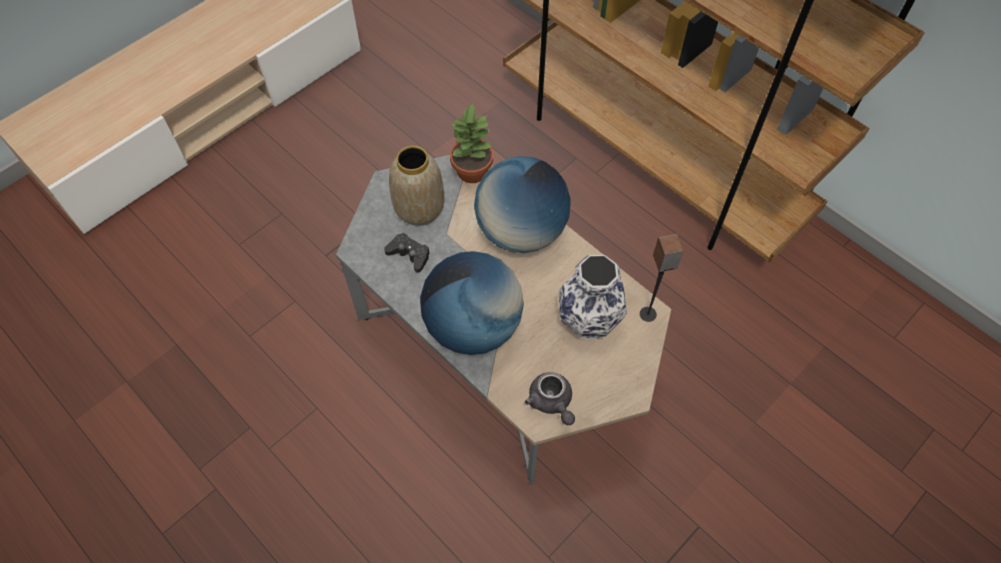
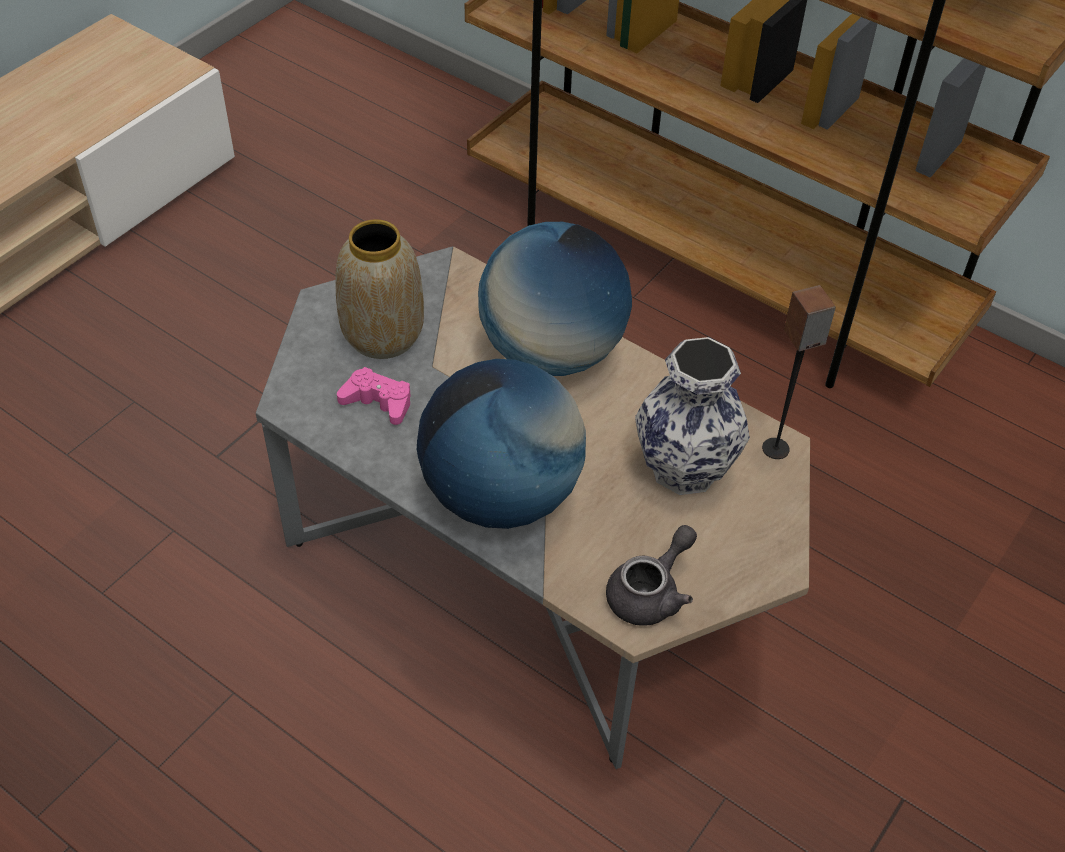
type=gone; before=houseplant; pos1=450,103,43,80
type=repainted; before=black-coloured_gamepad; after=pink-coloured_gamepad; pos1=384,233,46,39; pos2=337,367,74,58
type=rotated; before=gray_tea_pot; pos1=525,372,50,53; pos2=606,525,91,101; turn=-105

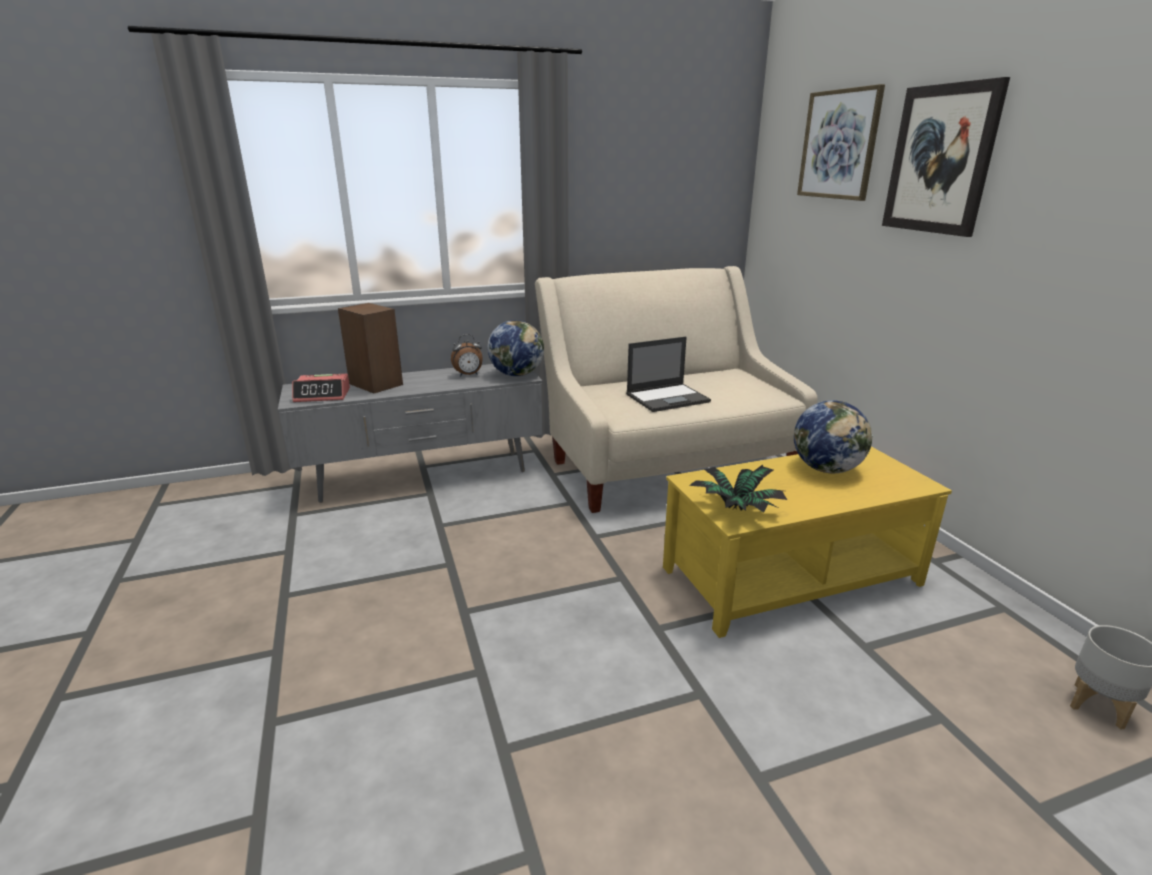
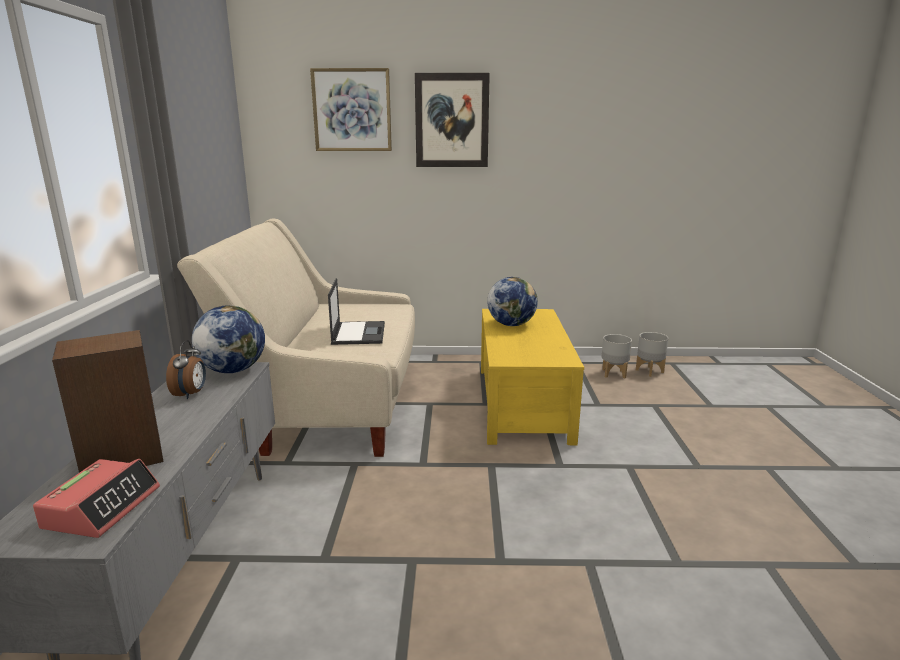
type=gone; before=houseplant; pos1=689,465,98,47
type=new; after=gray_plant_pot; pos2=602,334,30,44

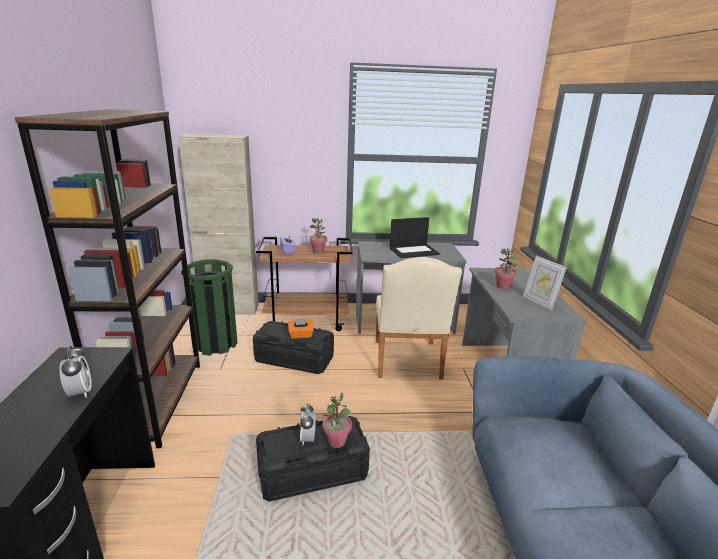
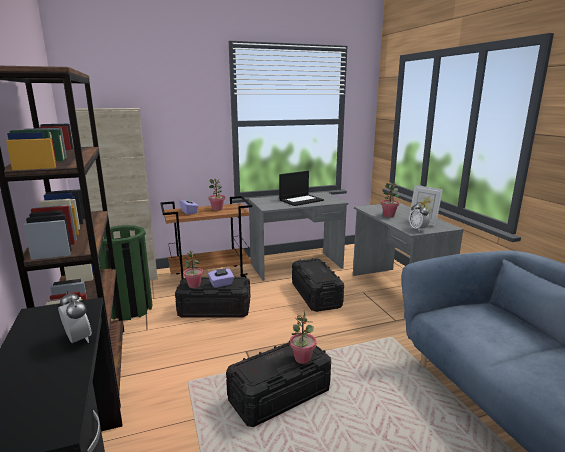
type=swapped; before=beige-coloured_plain_chair; after=black-coloured_storage_bin; pos1=376,257,86,123; pos2=292,258,52,54
type=repainted; before=orange_tissue_holder; after=purple-coloured_tissue_holder; pos1=288,319,26,20; pos2=208,268,26,20
type=shifted; before=alarm_clock; pos1=300,403,16,42; pos2=409,202,21,29
type=new; after=houseplant; pos2=183,250,20,38

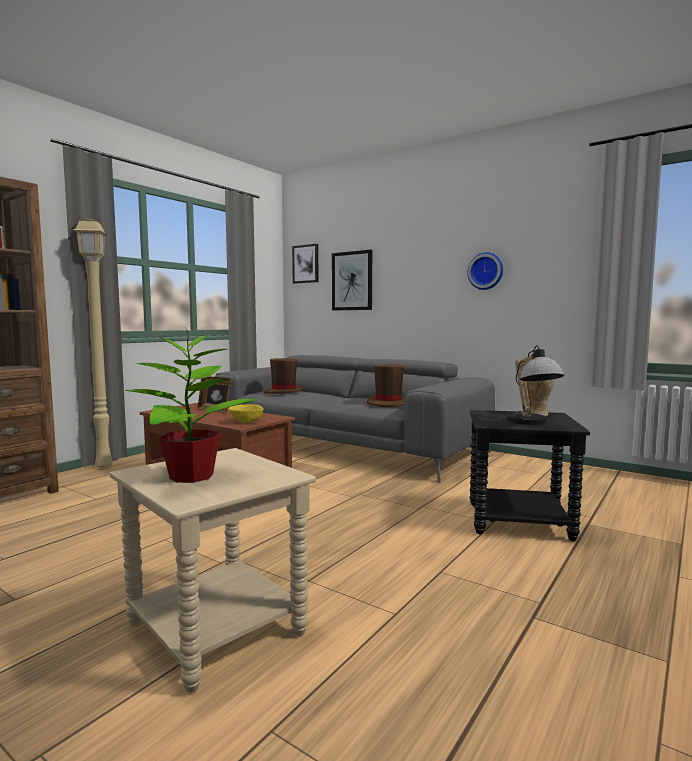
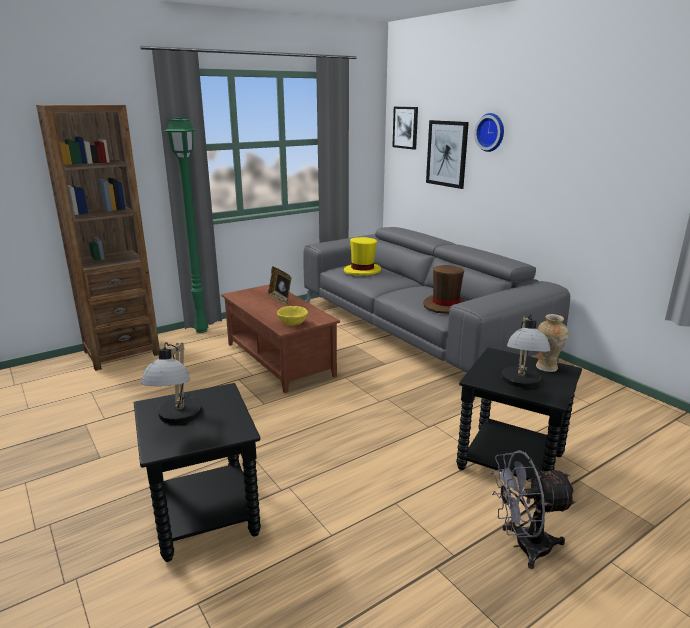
type=repainted; before=beige-coloured_floor_lamp; after=greenish_floor_lamp; pos1=73,219,40,251; pos2=165,118,43,215
type=shifted; before=clock_on_the_wall; pos1=467,252,36,38; pos2=474,113,30,39
type=swapped; before=houseplant; after=table_lamp; pos1=125,328,133,155; pos2=141,342,61,82
type=repainted; before=brown-coloured_hat; after=yellowish_hat; pos1=264,358,39,36; pos2=344,237,37,38
type=repainted; before=beige-coloured_accent_table; after=black-coloured_accent_table; pos1=110,448,206,245; pos2=134,383,127,179
type=new; after=gray_electric_fan; pos2=491,450,85,119

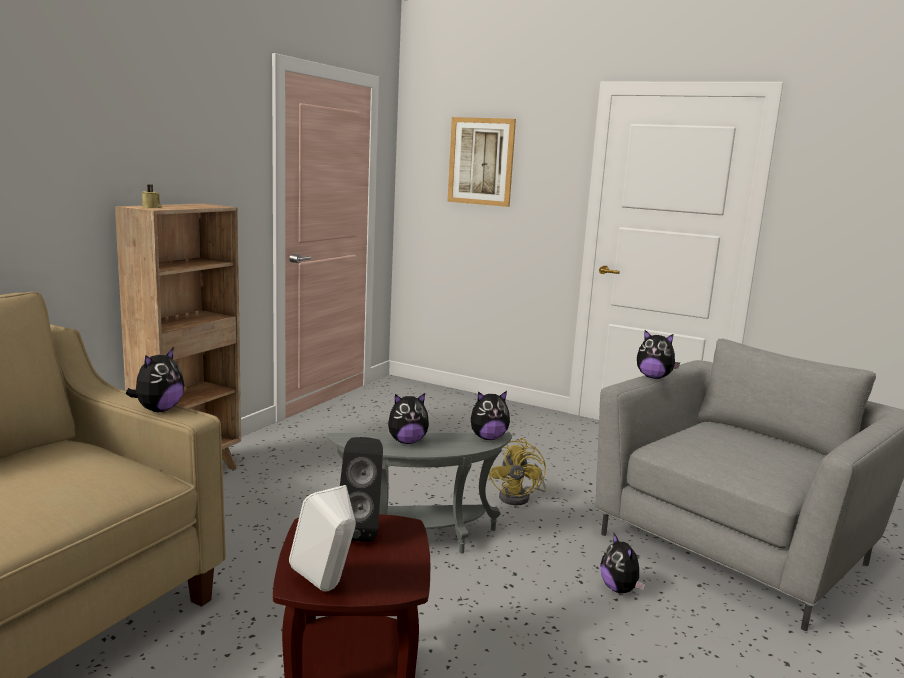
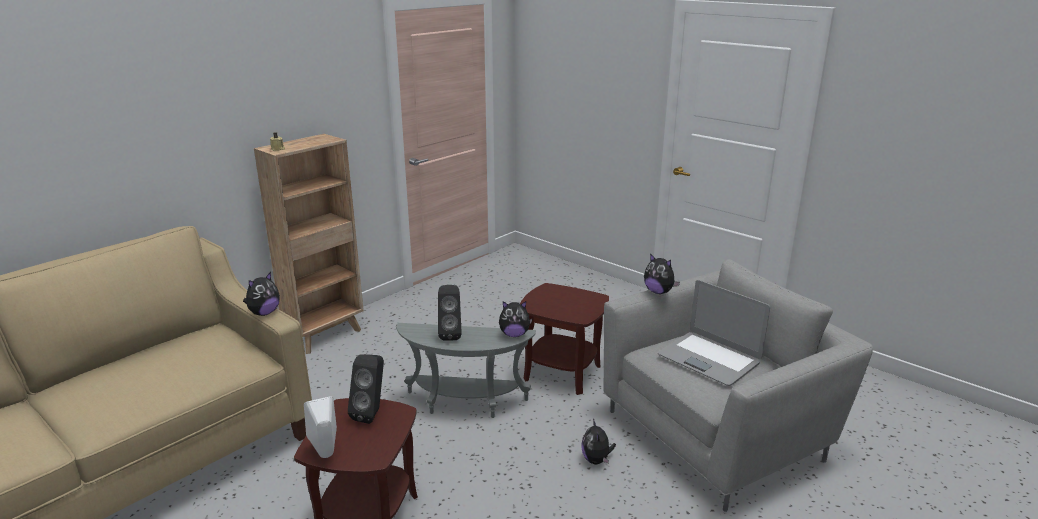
type=gone; before=picture; pos1=447,117,69,90
type=swapped; before=soft_toy; after=black-coloured_speaker; pos1=388,393,41,51; pos2=438,285,24,56
type=swapped; before=yellowish_electric_fan; after=brown-coloured_accent_table; pos1=489,438,57,67; pos2=520,283,89,112
type=new; after=notebook_computer; pos2=658,280,112,106

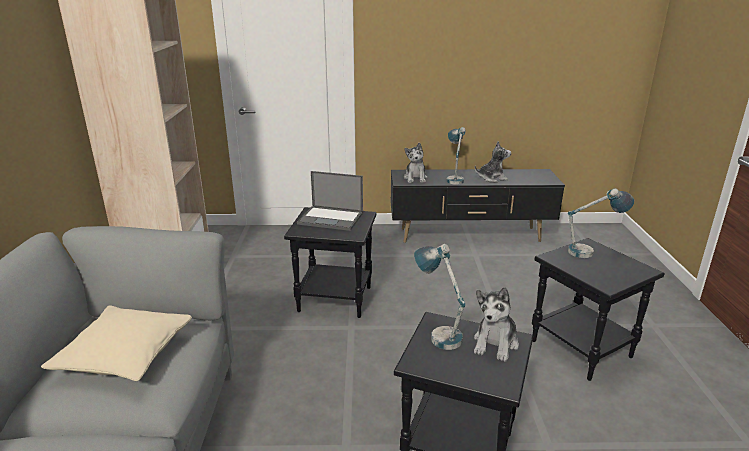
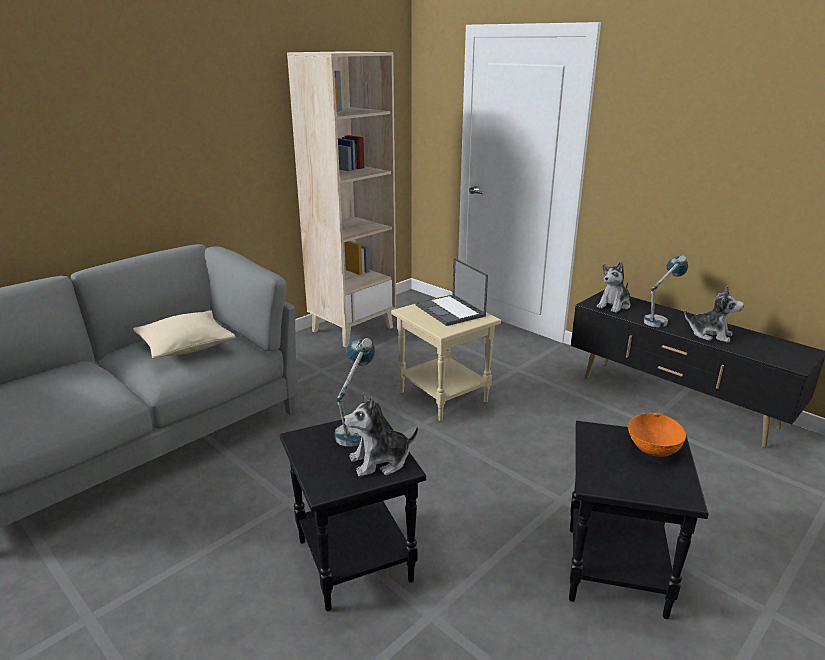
type=swapped; before=table_lamp; after=orange_serving_bowl; pos1=568,188,66,70; pos2=628,413,58,44
type=repainted; before=black-coloured_accent_table; after=beige-coloured_accent_table; pos1=284,207,92,111; pos2=391,295,110,126

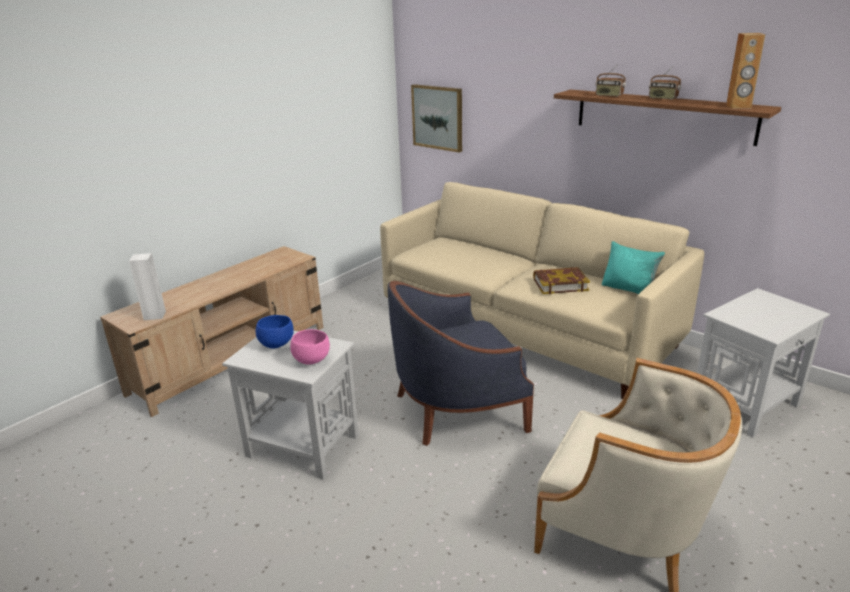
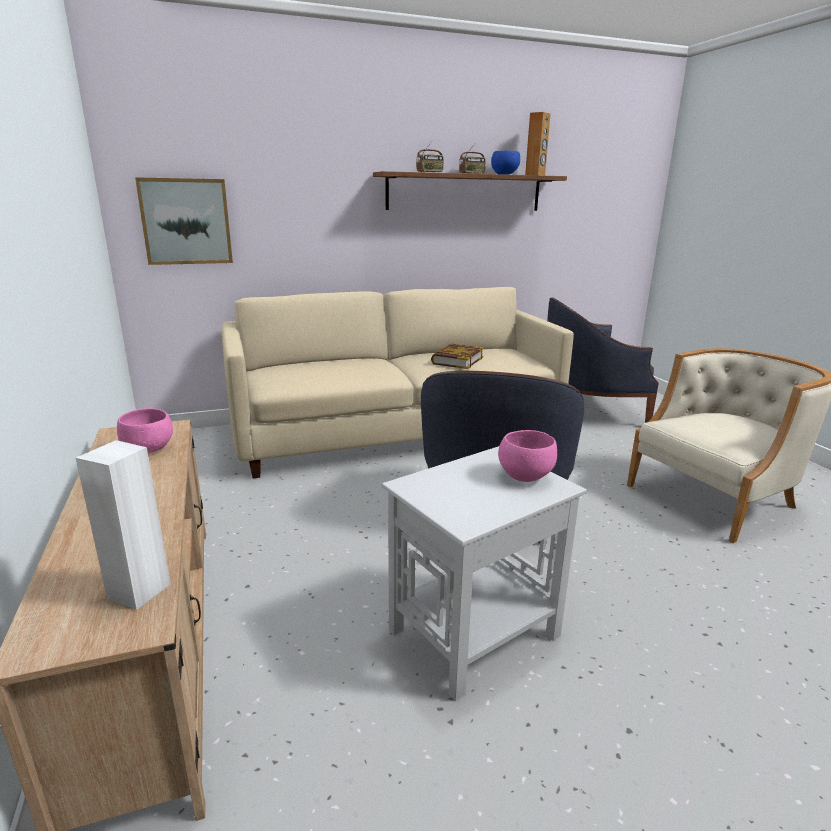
type=gone; before=turquoise_throw_pillow; pos1=602,241,63,53
type=swapped; before=white-coloured_accent_table; after=bluish_easy_chair; pos1=697,288,133,149; pos2=547,297,112,126
type=shifted; before=bluish_serving_bowl; pos1=256,315,38,33; pos2=491,151,29,24
type=new; after=pink-coloured_serving_bowl; pos2=117,408,56,45

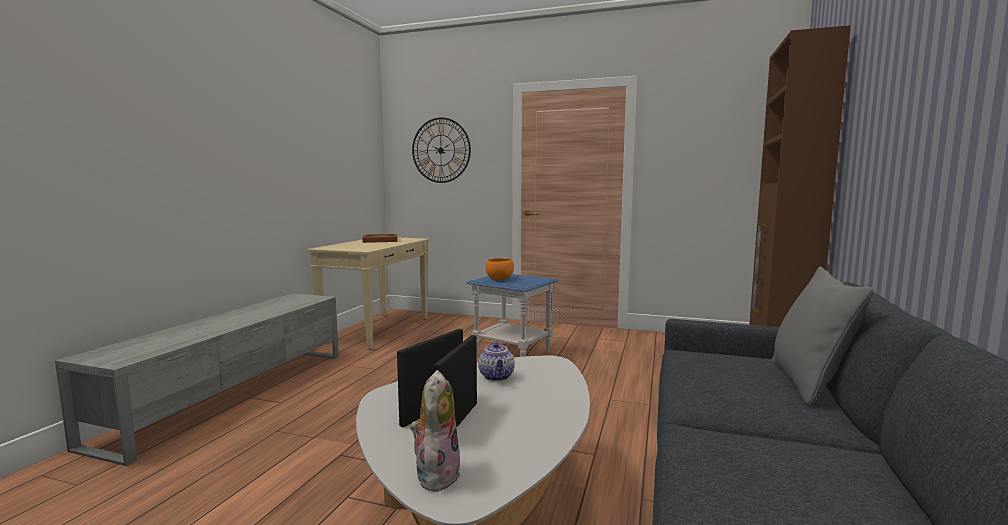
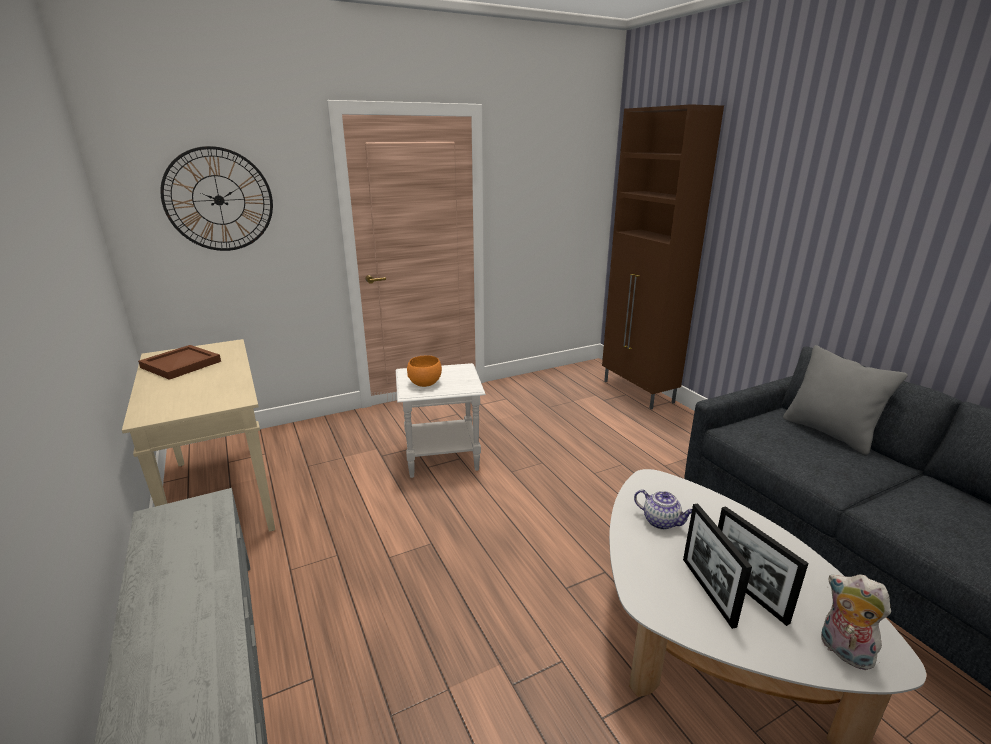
type=repainted; before=bluish_accent_table; after=white-coloured_accent_table; pos1=466,274,92,83; pos2=396,363,90,115

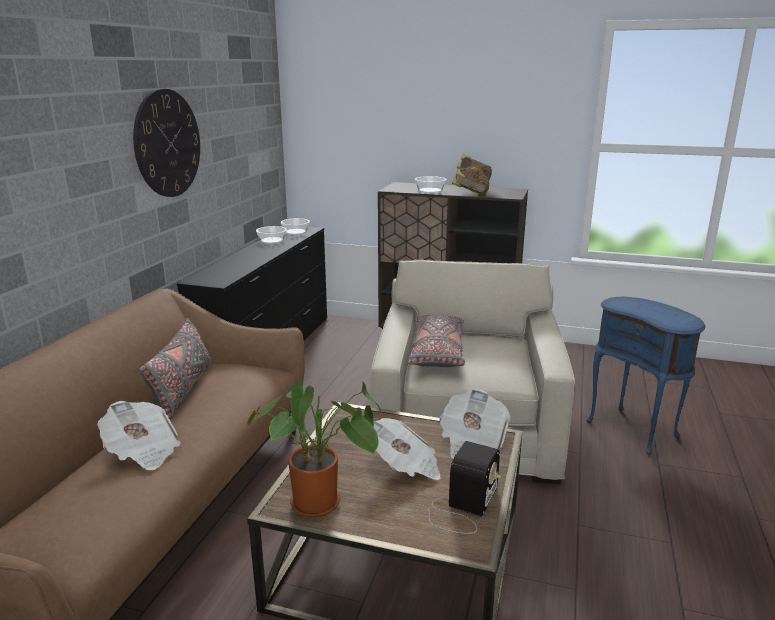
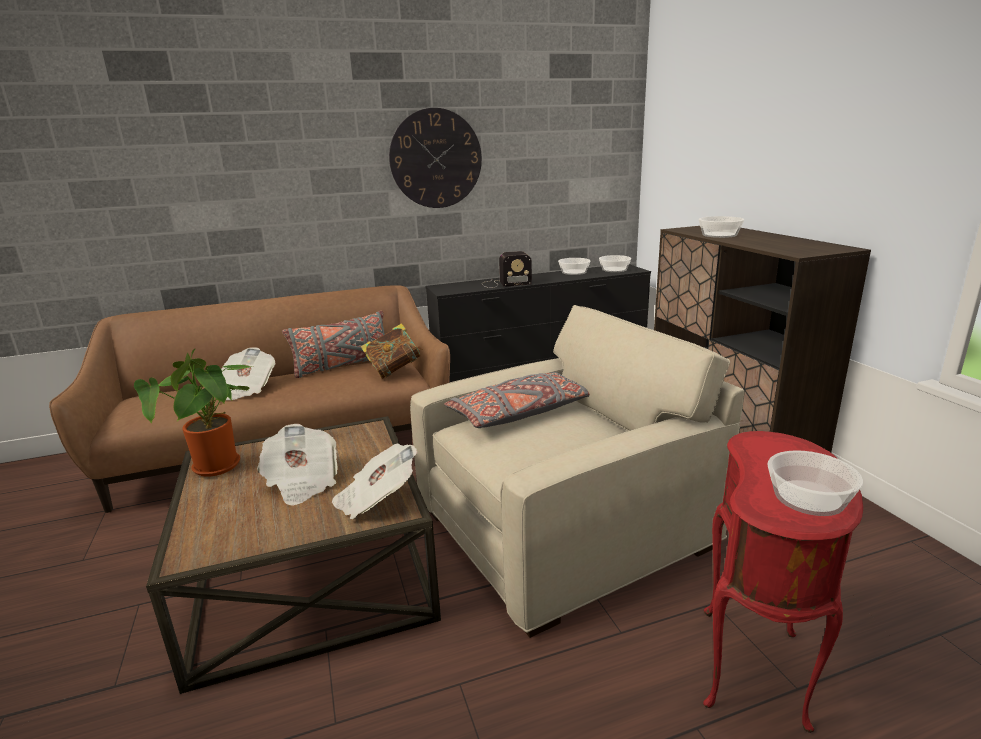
type=shifted; before=volume; pos1=452,154,40,41; pos2=361,323,62,56
type=repainted; before=bluish_accent_table; after=red-coloured_accent_table; pos1=586,297,120,158; pos2=703,431,160,302
type=shifted; before=radio; pos1=419,441,83,93; pos2=483,251,49,37
type=new; after=serving_bowl; pos2=767,450,96,66

